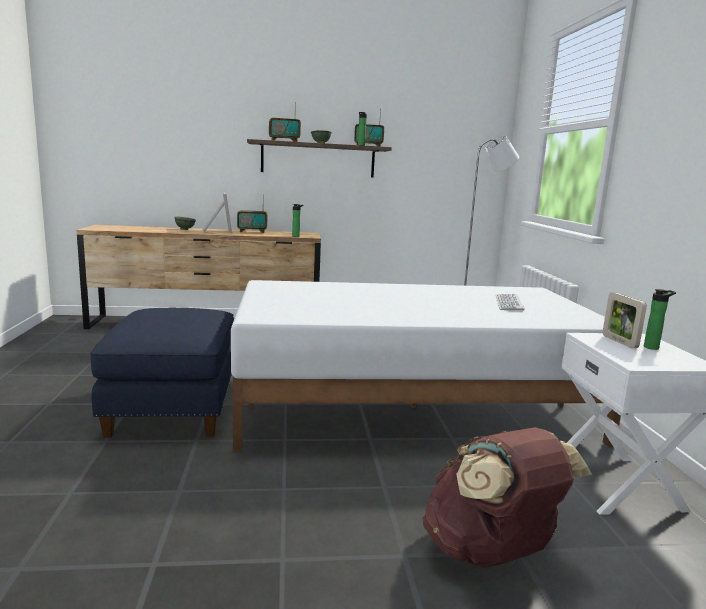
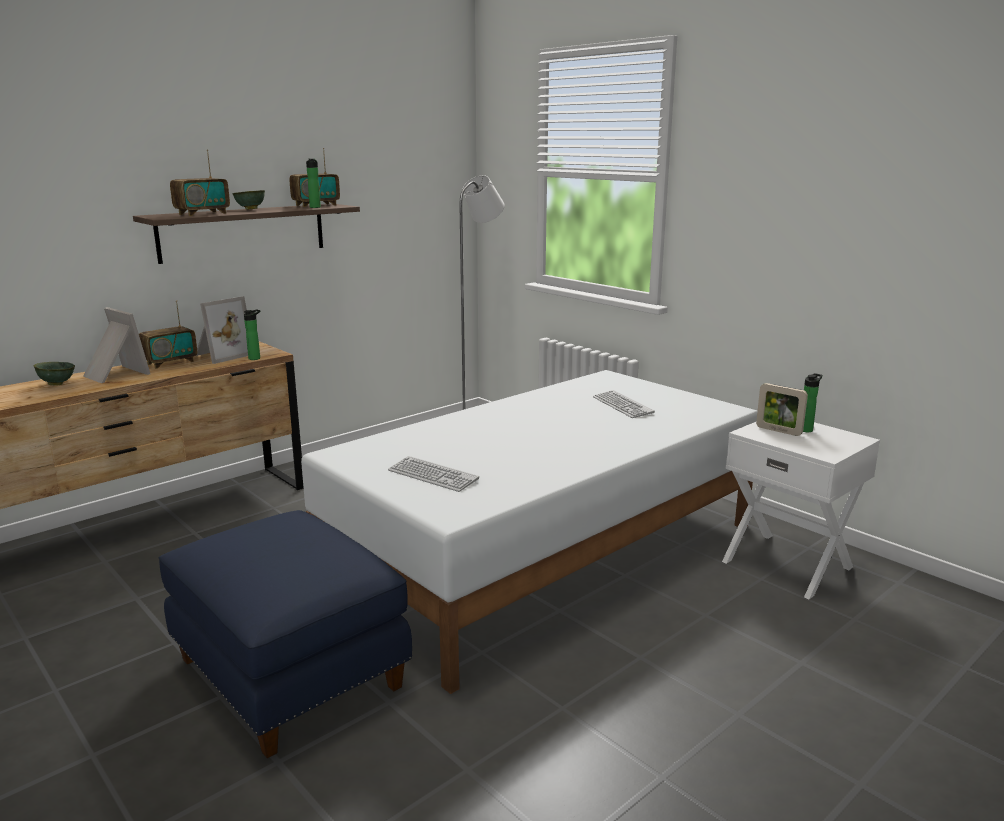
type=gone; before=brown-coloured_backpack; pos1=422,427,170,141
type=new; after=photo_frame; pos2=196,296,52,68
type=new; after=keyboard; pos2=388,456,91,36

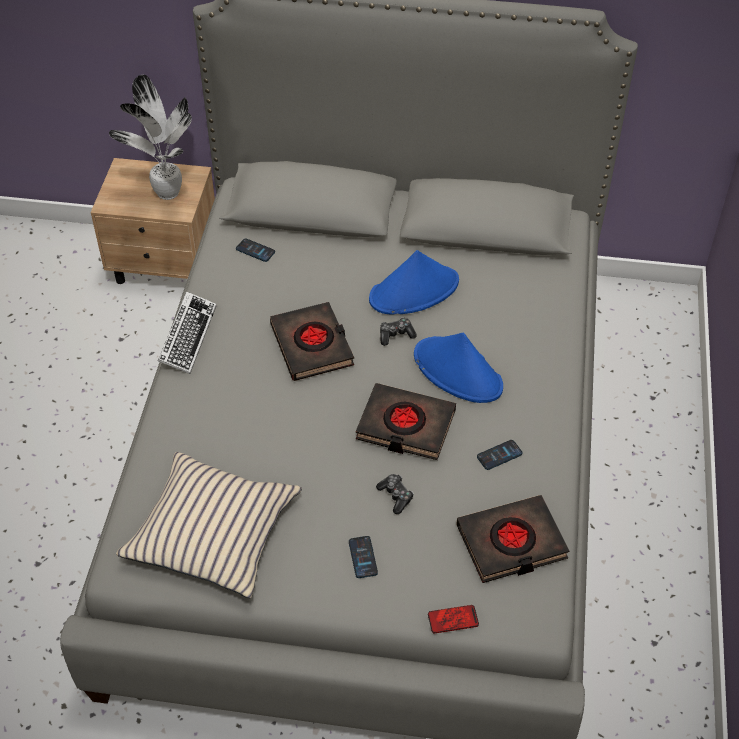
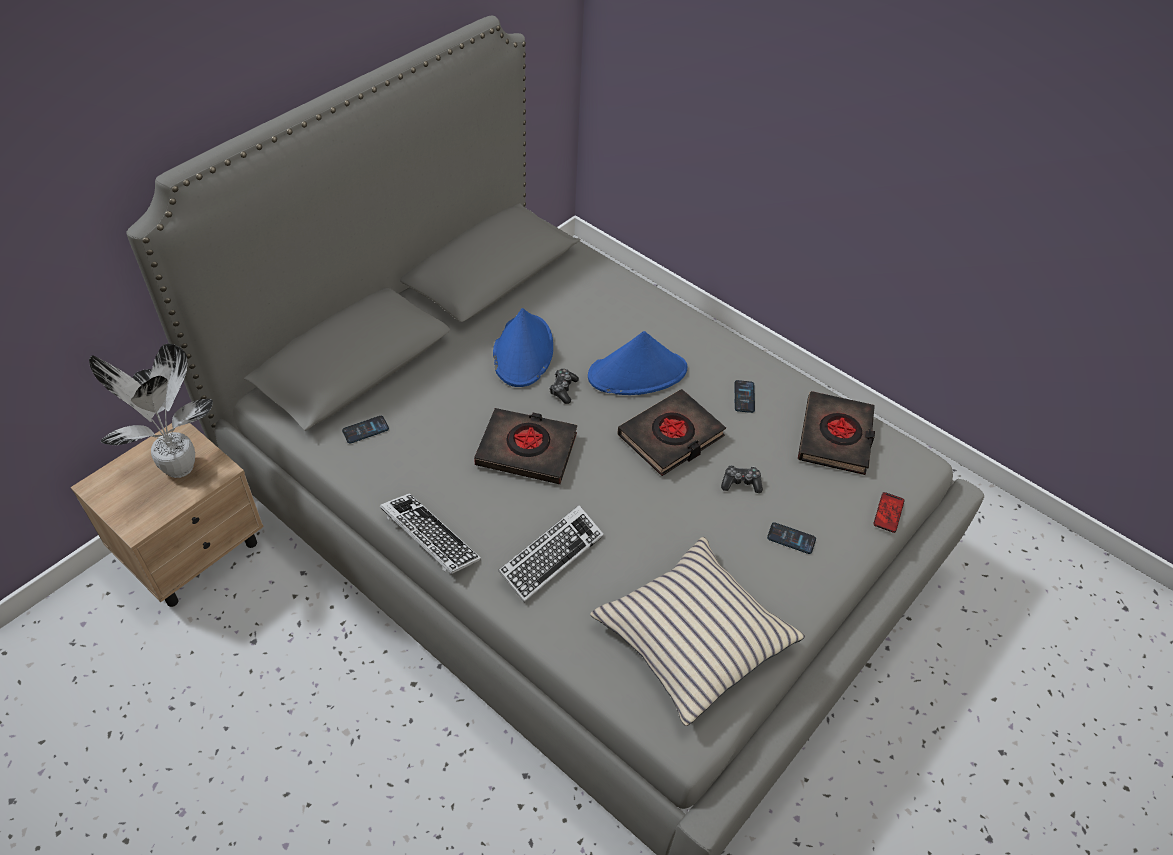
type=new; after=keyboard; pos2=498,505,106,98

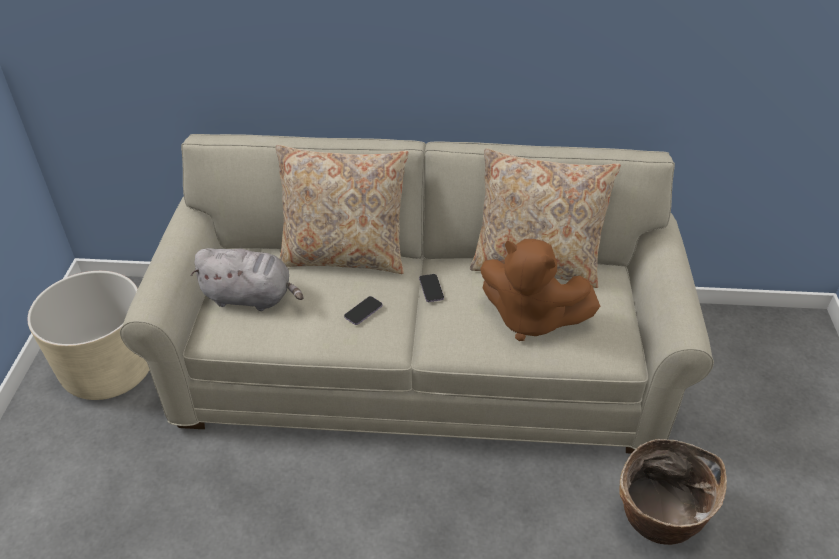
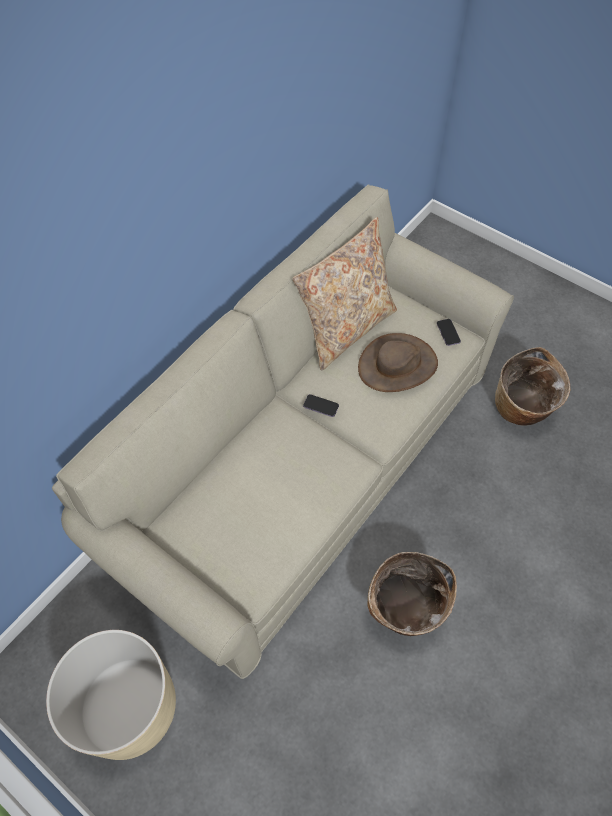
type=gone; before=beige-coloured_throw_pillow; pos1=276,145,132,129
type=swapped; before=brown-coloured_soft_toy; after=brown-coloured_hat; pos1=480,239,120,102; pos2=358,333,80,59
type=gone; before=gray_soft_toy; pos1=191,248,112,63
type=shifted; before=telephone; pos1=344,296,38,29; pos2=437,319,24,27
type=new; after=basket; pos2=367,552,90,84

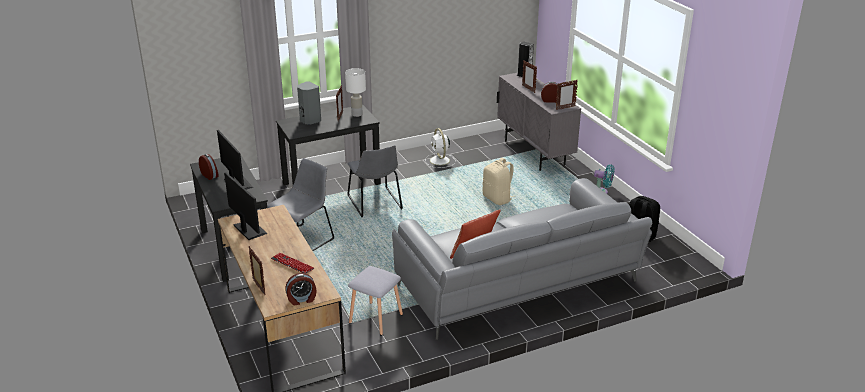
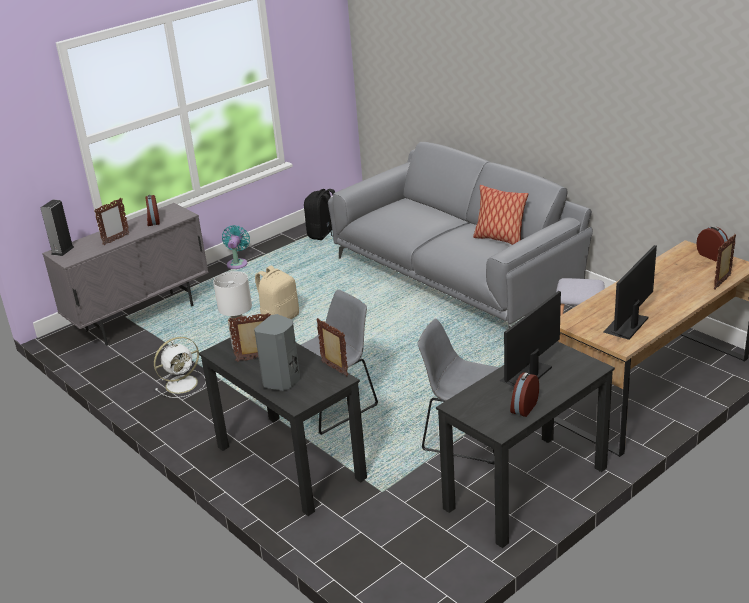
type=shifted; before=photo_frame; pos1=556,80,22,30; pos2=316,318,32,59
type=gone; before=keyboard; pos1=271,253,44,21

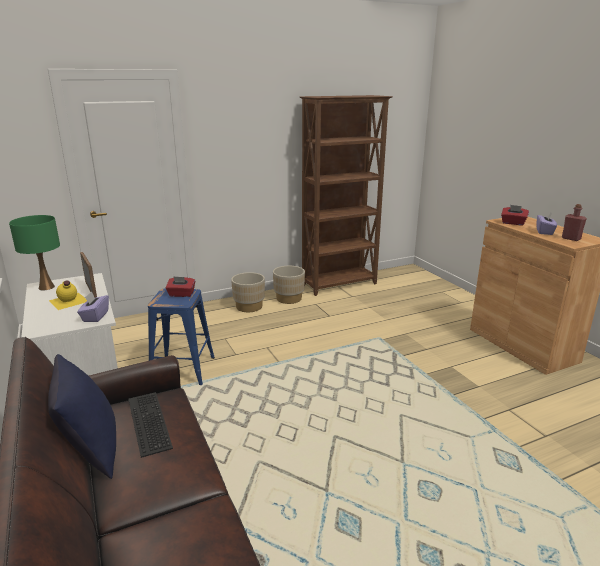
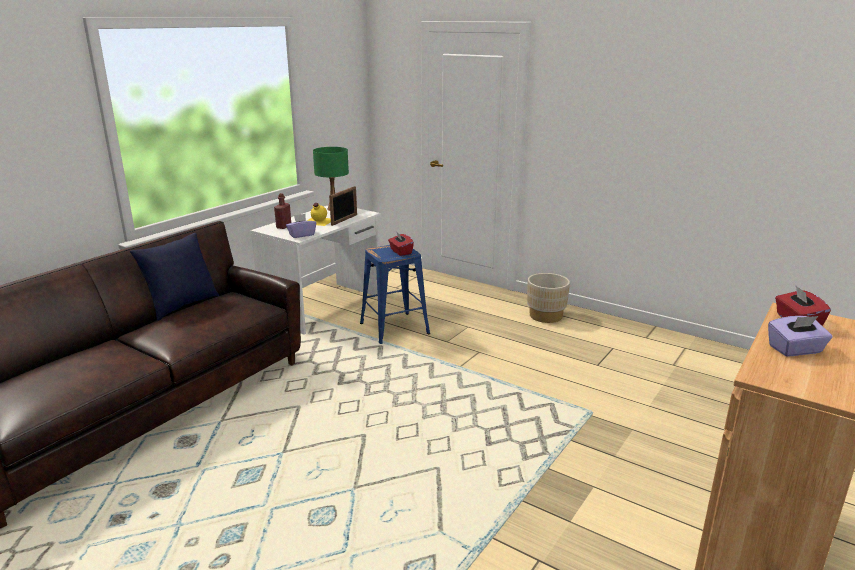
type=gone; before=brown-coloured_bookcase; pos1=300,95,93,201
type=shifted; before=red-coloured_bottle; pos1=562,204,25,37; pos2=274,193,17,36
type=gone; before=beige-coloured_plant_pot; pos1=273,266,32,38
type=gone; before=keyboard; pos1=128,392,45,66

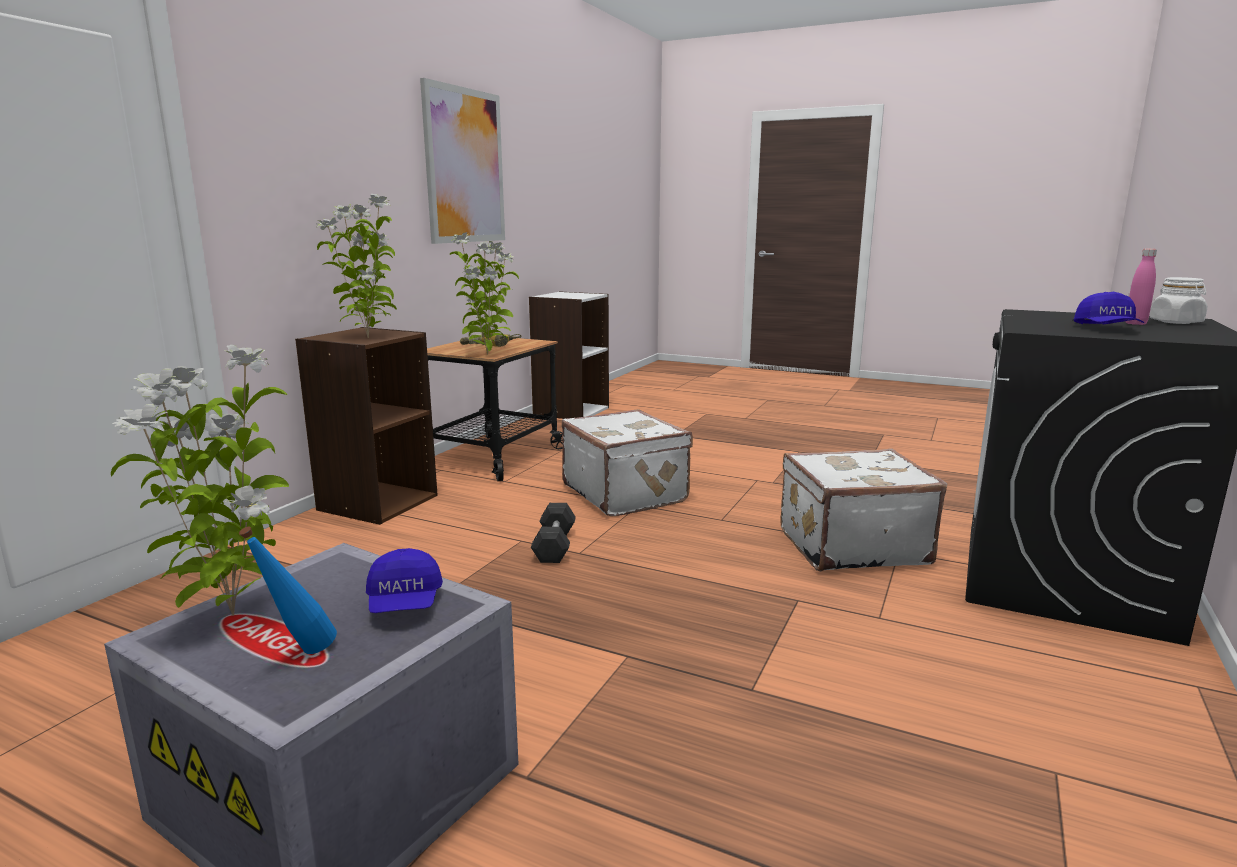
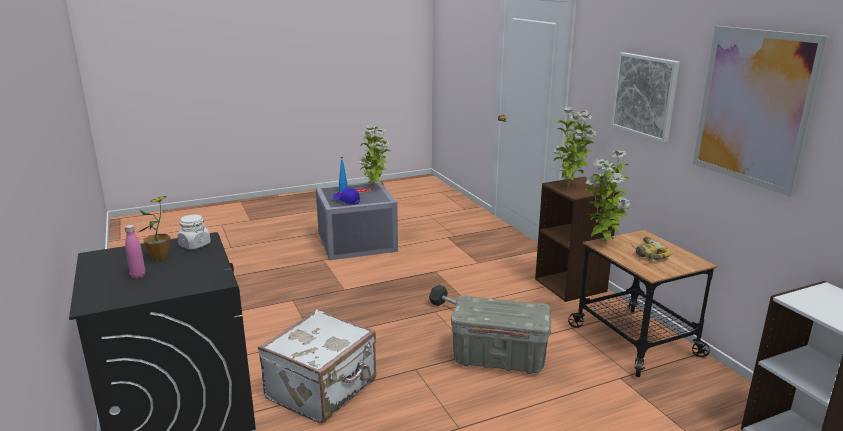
type=shifted; before=white-coloured_preserve_jar; pos1=1150,277,57,47; pos2=177,215,34,35
type=swapped; before=bluish_cap; after=houseplant; pos1=1074,292,70,33; pos2=139,196,33,65
type=swapped; before=white-coloured_travel_case; after=gray_storage_bin; pos1=562,409,131,107; pos2=451,296,100,78
type=new; after=picture; pos2=611,52,69,91

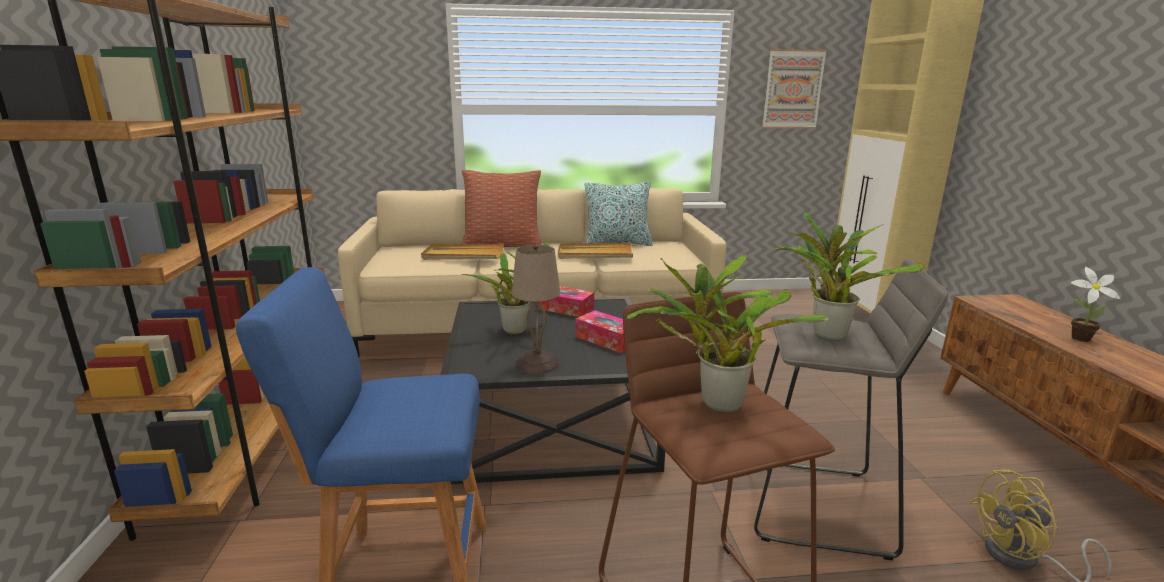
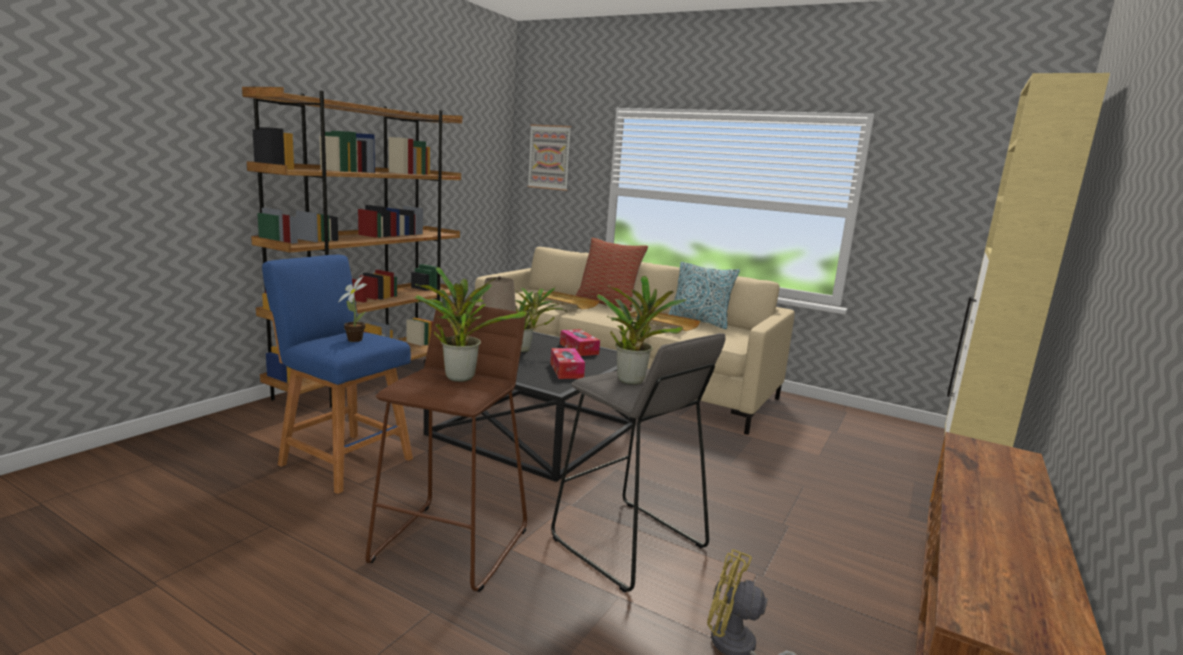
type=shifted; before=picture; pos1=762,49,65,79; pos2=527,124,44,67
type=shifted; before=houseplant; pos1=1071,267,49,75; pos2=338,276,29,66

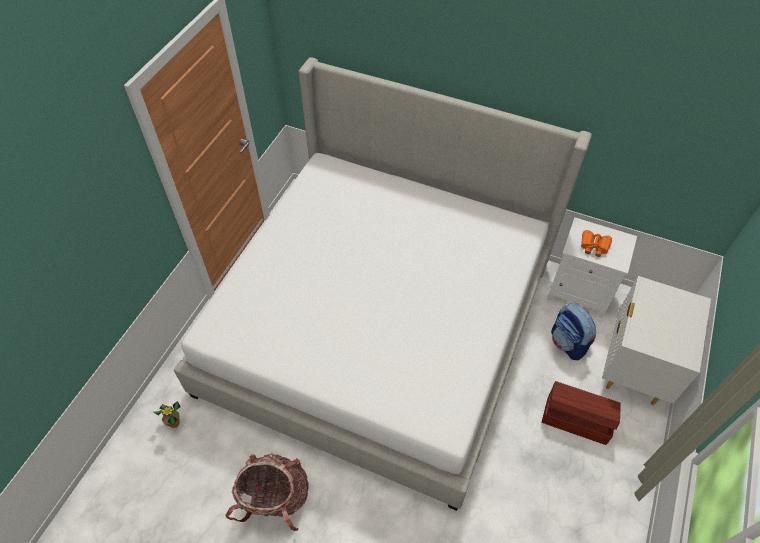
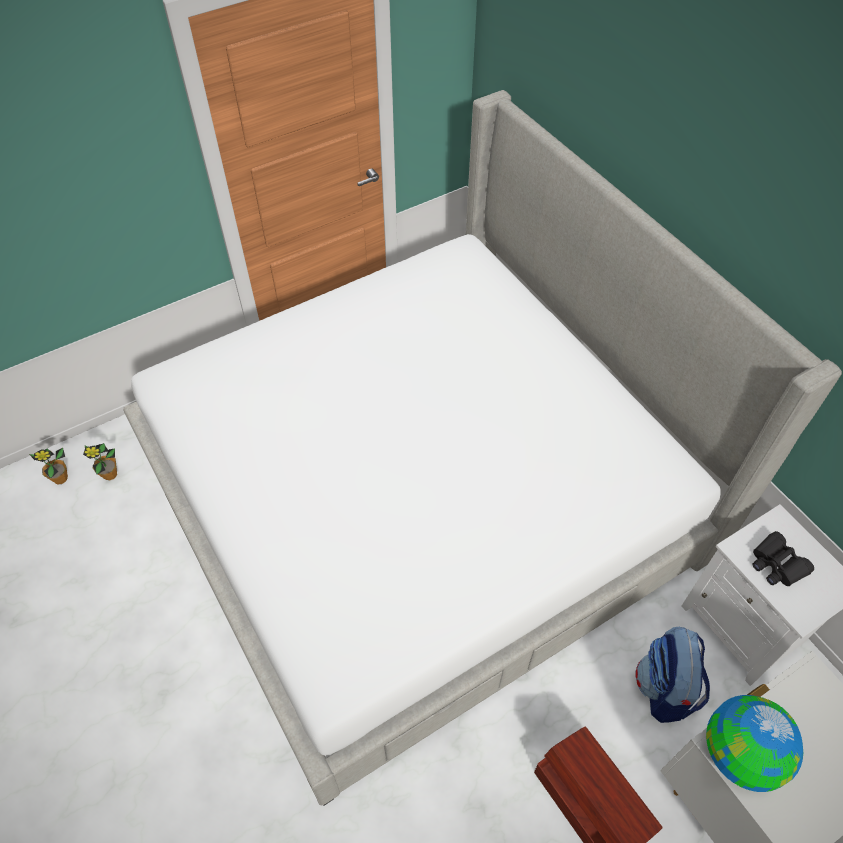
type=repainted; before=orange_binoculars; after=black-coloured_binoculars; pos1=581,230,31,27; pos2=752,531,62,55
type=gone; before=backpack; pos1=226,453,83,78
type=new; after=houseplant; pos2=29,448,39,37
type=new; after=desk_globe; pos2=706,695,97,97

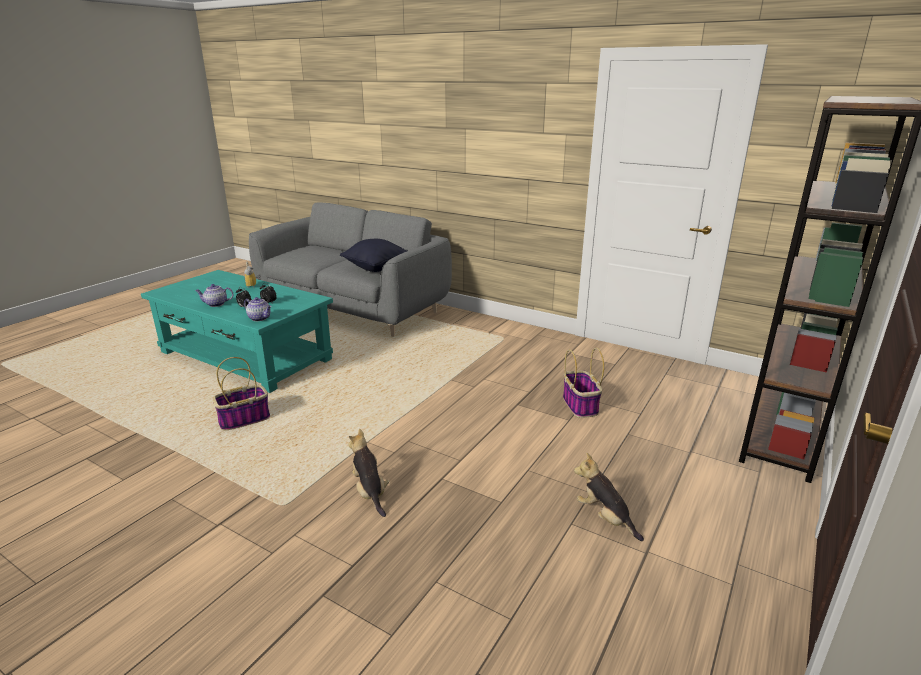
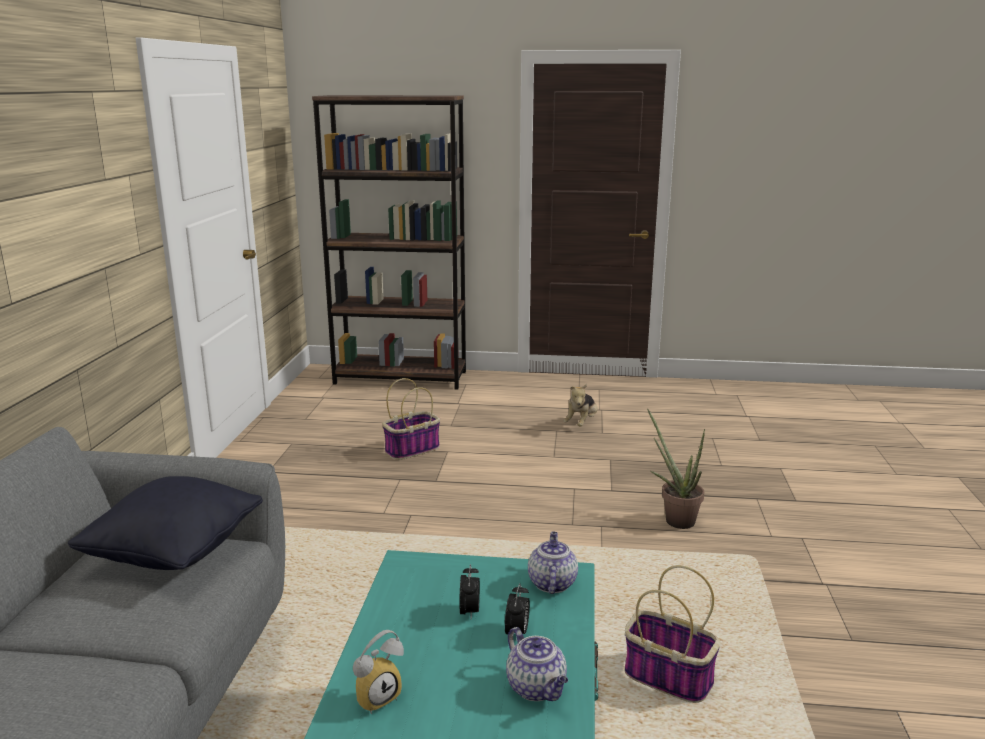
type=swapped; before=soft_toy; after=houseplant; pos1=348,429,41,88; pos2=647,409,58,120

